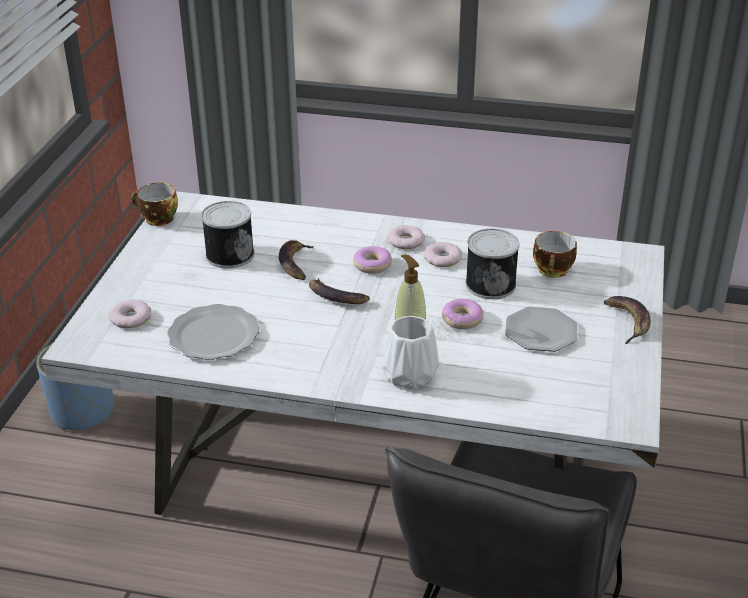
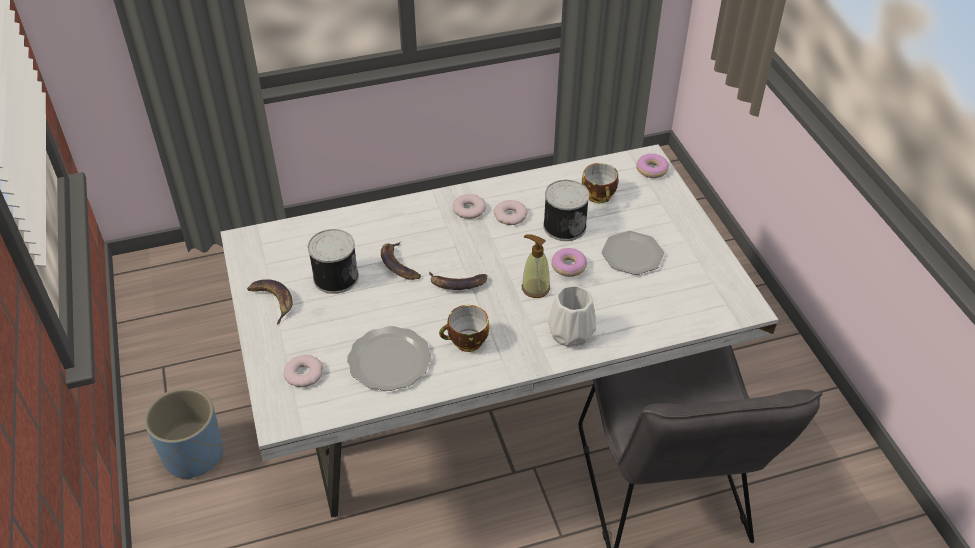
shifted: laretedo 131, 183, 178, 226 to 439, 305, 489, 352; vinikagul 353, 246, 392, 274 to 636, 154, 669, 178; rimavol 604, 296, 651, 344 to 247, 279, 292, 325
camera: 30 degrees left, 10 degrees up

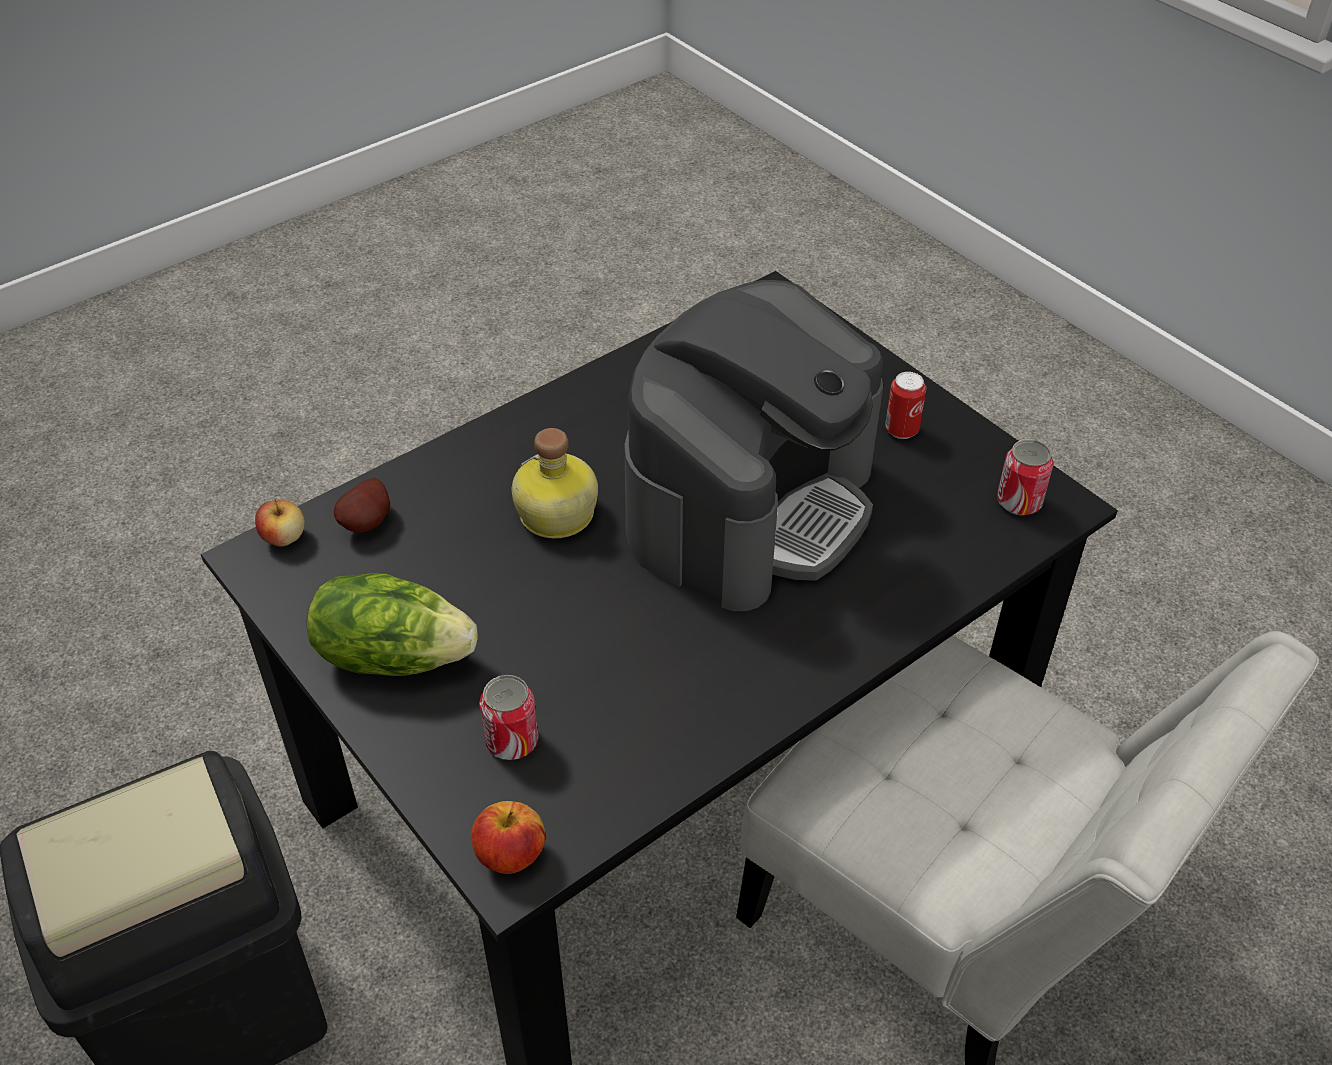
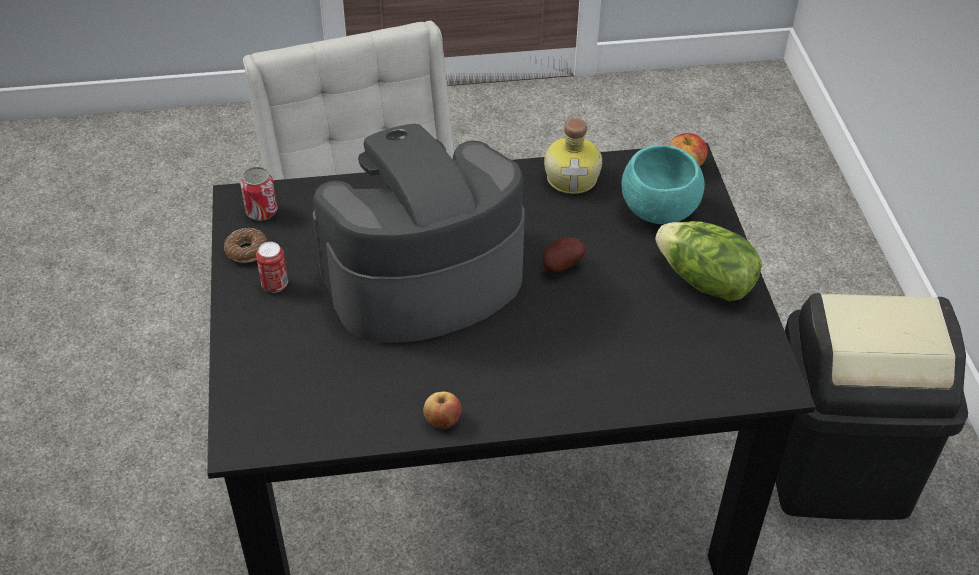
new: vinikagul 224, 228, 268, 263
shifted: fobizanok 255, 499, 305, 547 to 423, 392, 462, 429; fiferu 334, 478, 390, 533 to 543, 238, 586, 273; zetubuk 512, 428, 598, 539 to 544, 118, 602, 194
swapped: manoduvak 479, 675, 538, 760 to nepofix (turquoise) 622, 145, 705, 224
camera: 150 degrees left, 0 degrees up

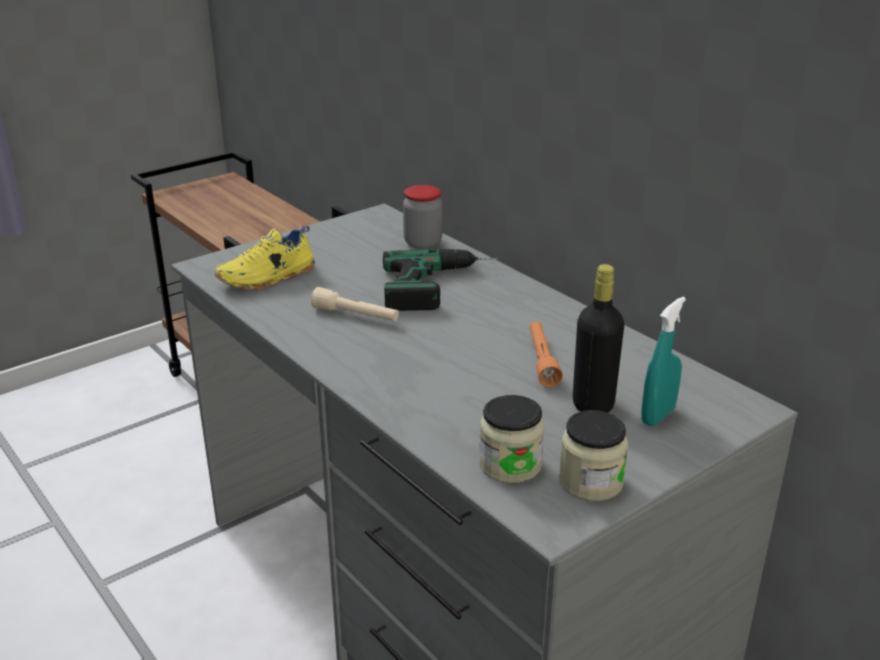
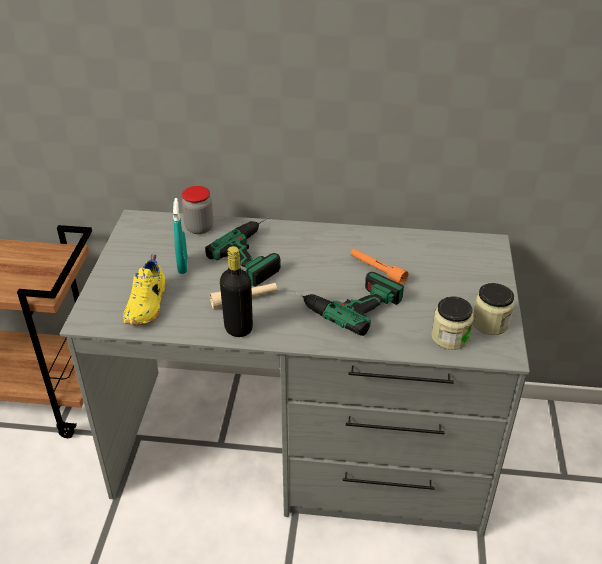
new: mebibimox 291, 272, 404, 336
shifted: zetubuk (black) 573, 264, 624, 412 to 220, 246, 253, 337; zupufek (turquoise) 641, 297, 686, 426 to 173, 198, 188, 274
camera: 45 degrees left, 10 degrees up

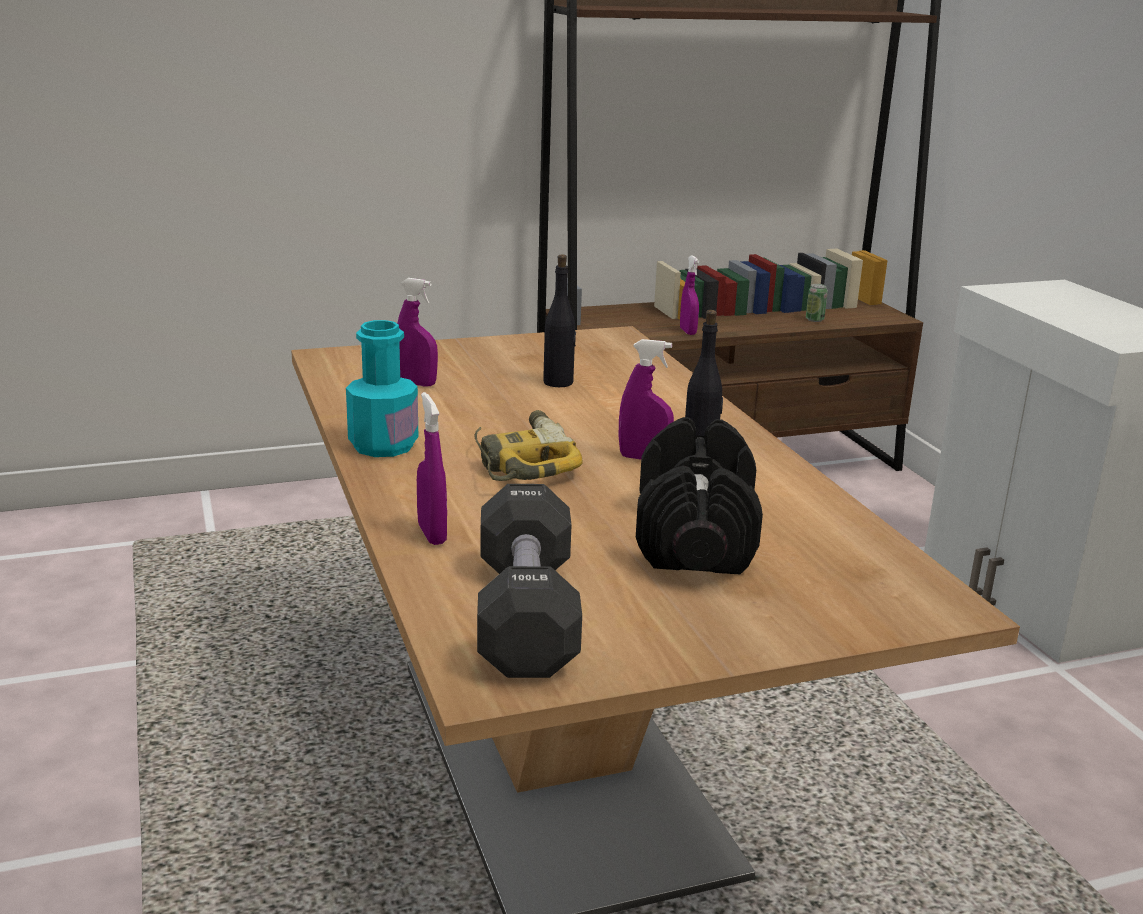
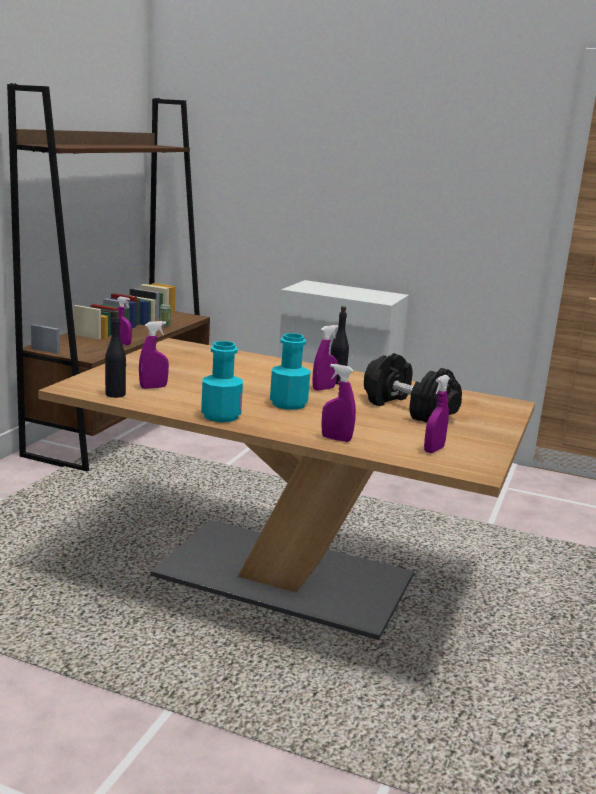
shifted: zetubuk (black) 543, 254, 576, 387 to 105, 310, 126, 398
swapped: mebibimox 474, 410, 583, 481 to zetubuk (turquoise) 270, 333, 310, 410; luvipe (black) 477, 484, 582, 678 to zupufek (purple) 424, 375, 450, 453
camera: 50 degrees left, 5 degrees down

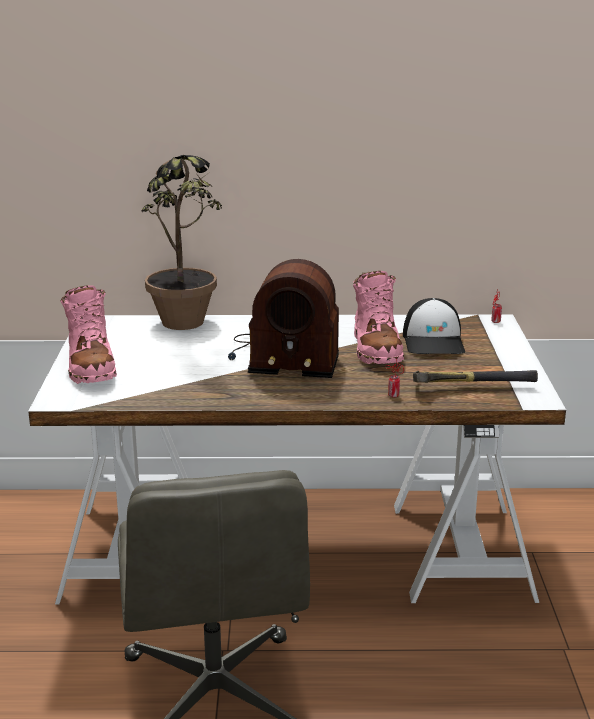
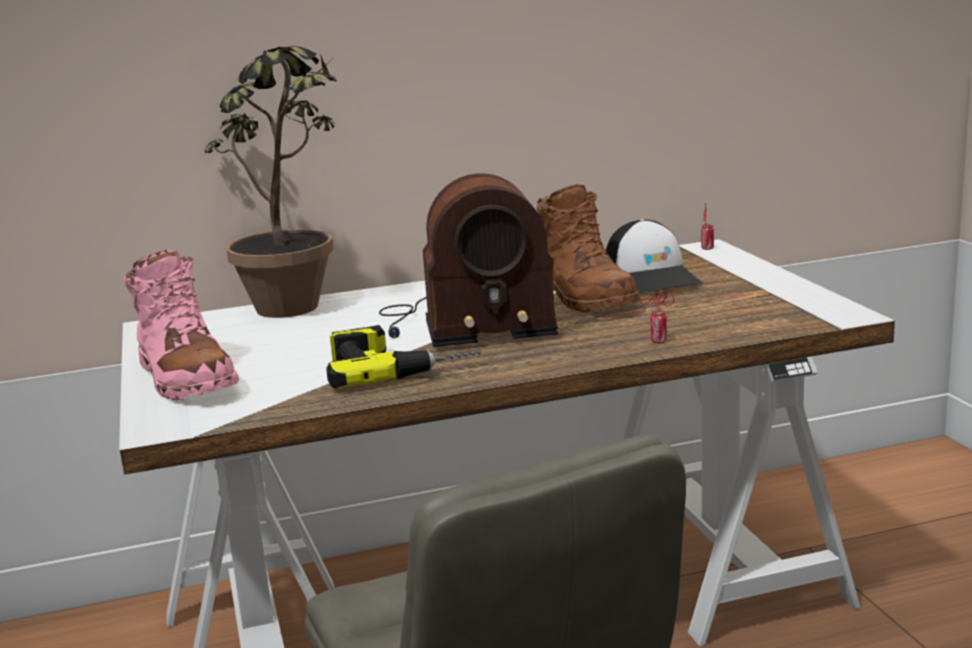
gone: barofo 413, 370, 538, 383
new: mebibimox 326, 325, 482, 388
repainted: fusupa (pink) 353, 271, 404, 364 to fusupa (brown) 536, 184, 640, 313
camera: 15 degrees left, 5 degrees down

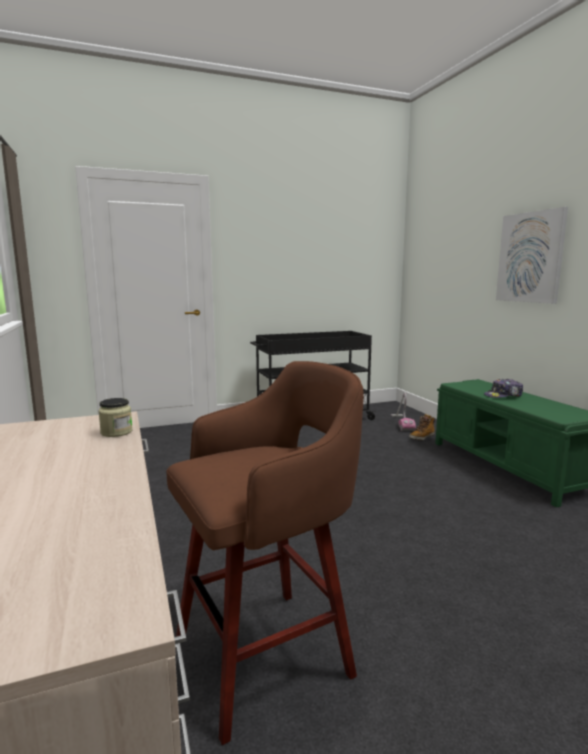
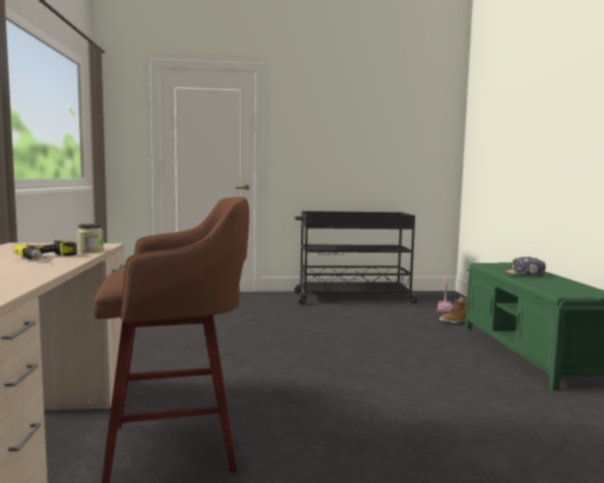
gone: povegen 496, 207, 568, 304
new: mebibimox 14, 240, 77, 259
camera: 15 degrees right, 5 degrees down

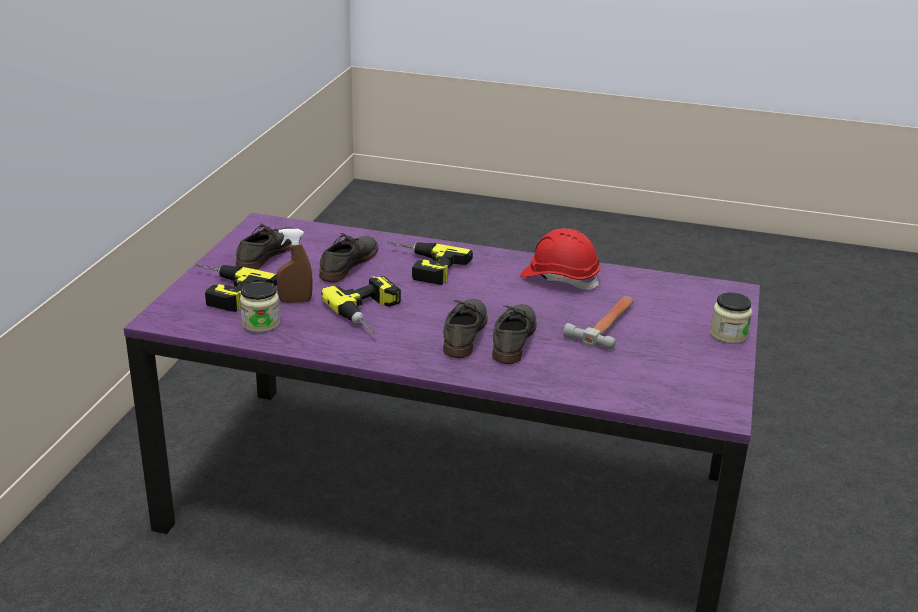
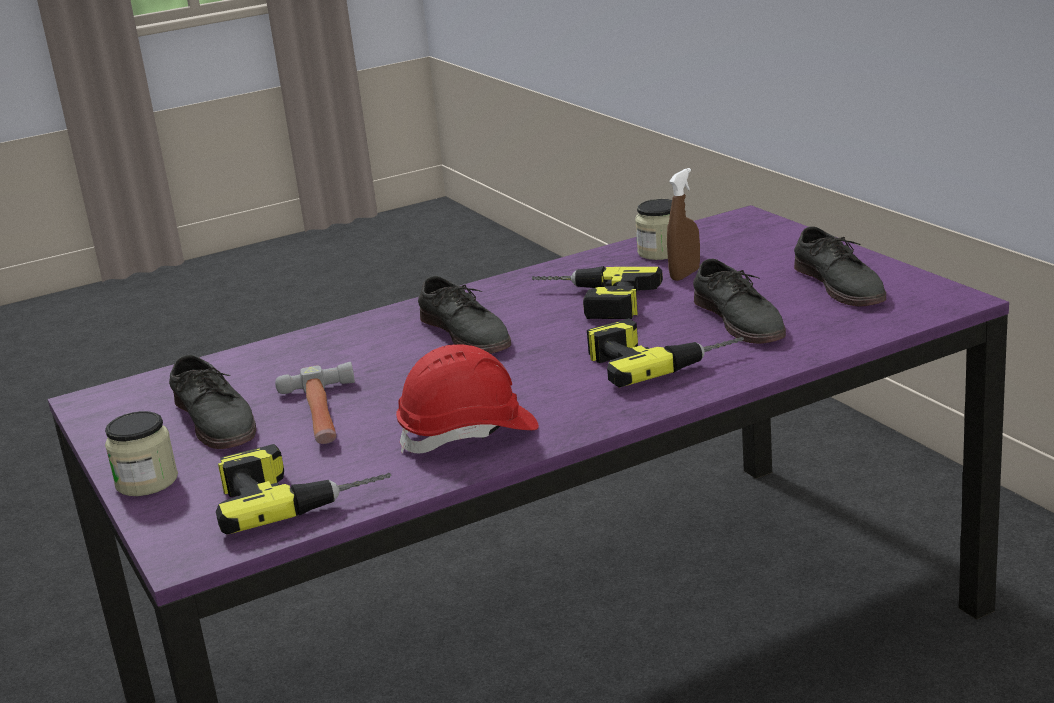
shifted: mebibimox 194, 263, 277, 312 to 216, 444, 391, 534; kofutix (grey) 492, 304, 537, 364 to 169, 355, 256, 449
camera: 140 degrees right, 5 degrees down

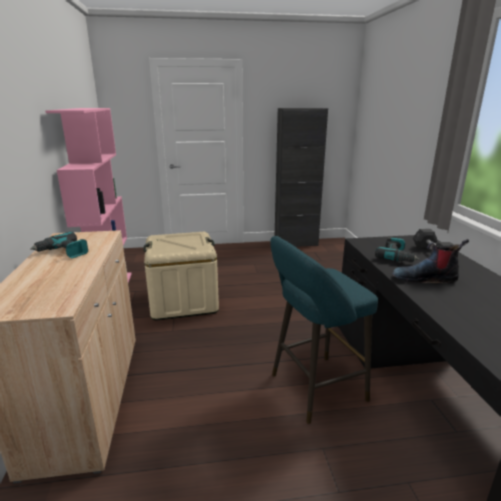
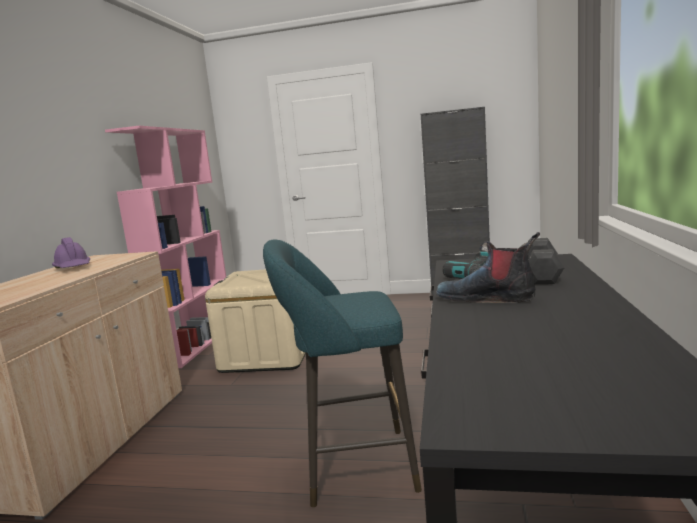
swapped: mebibimox 30, 232, 88, 258 to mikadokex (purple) 52, 237, 90, 268
camera: 20 degrees right, 10 degrees down

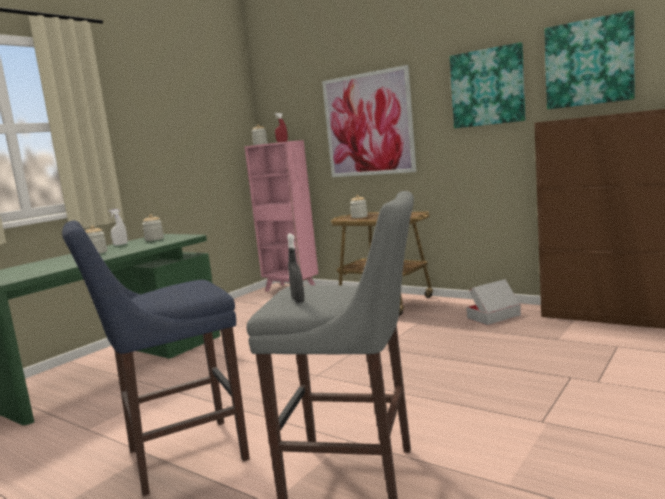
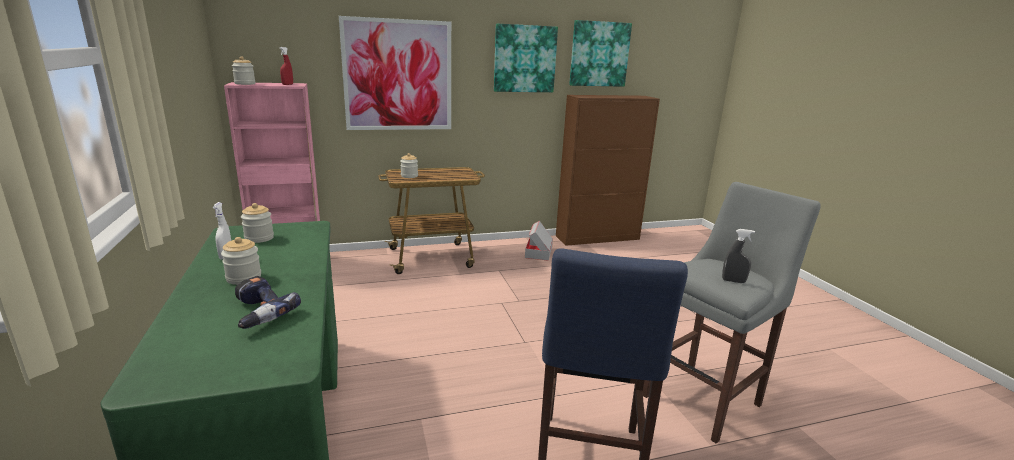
new: mebibimox 235, 276, 301, 329
camera: 55 degrees left, 10 degrees up

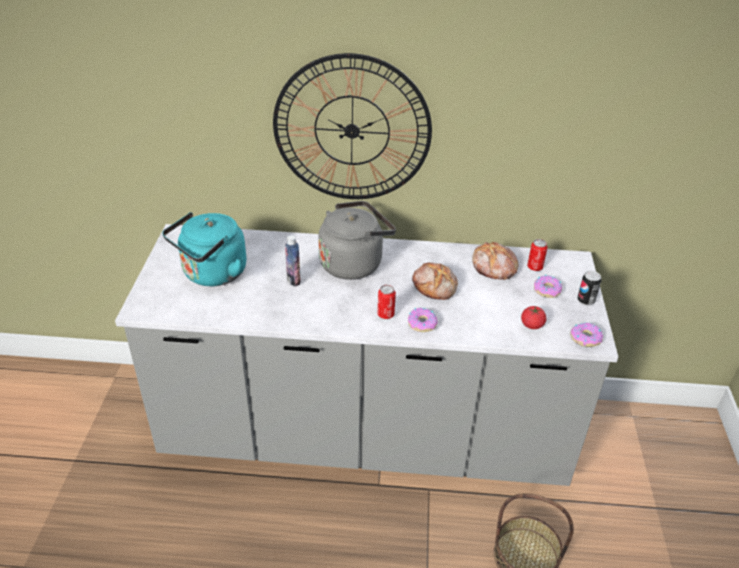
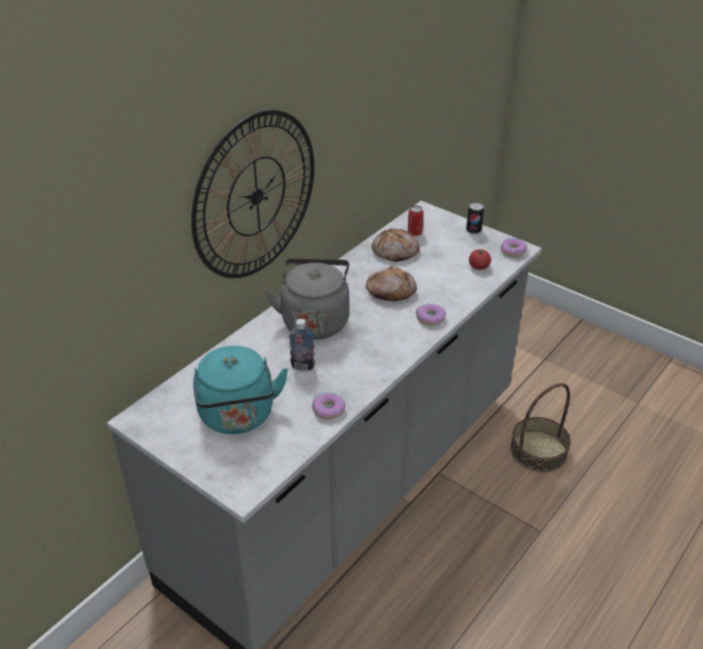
gone: manoduvak 377, 285, 396, 319
shifted: vinikagul 534, 275, 562, 298 to 312, 392, 345, 420
camera: 55 degrees left, 0 degrees up

